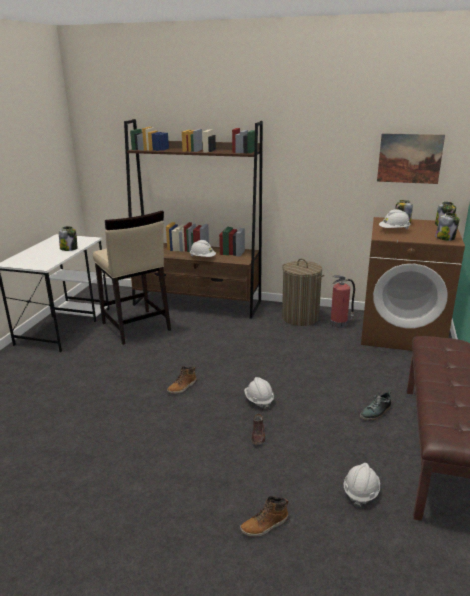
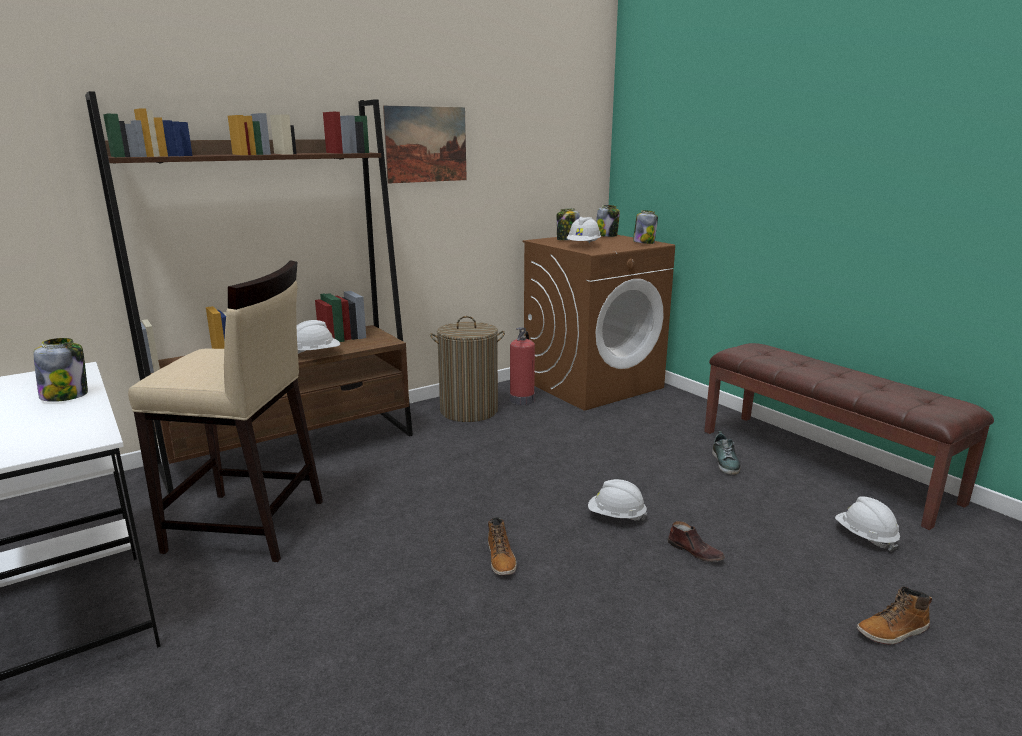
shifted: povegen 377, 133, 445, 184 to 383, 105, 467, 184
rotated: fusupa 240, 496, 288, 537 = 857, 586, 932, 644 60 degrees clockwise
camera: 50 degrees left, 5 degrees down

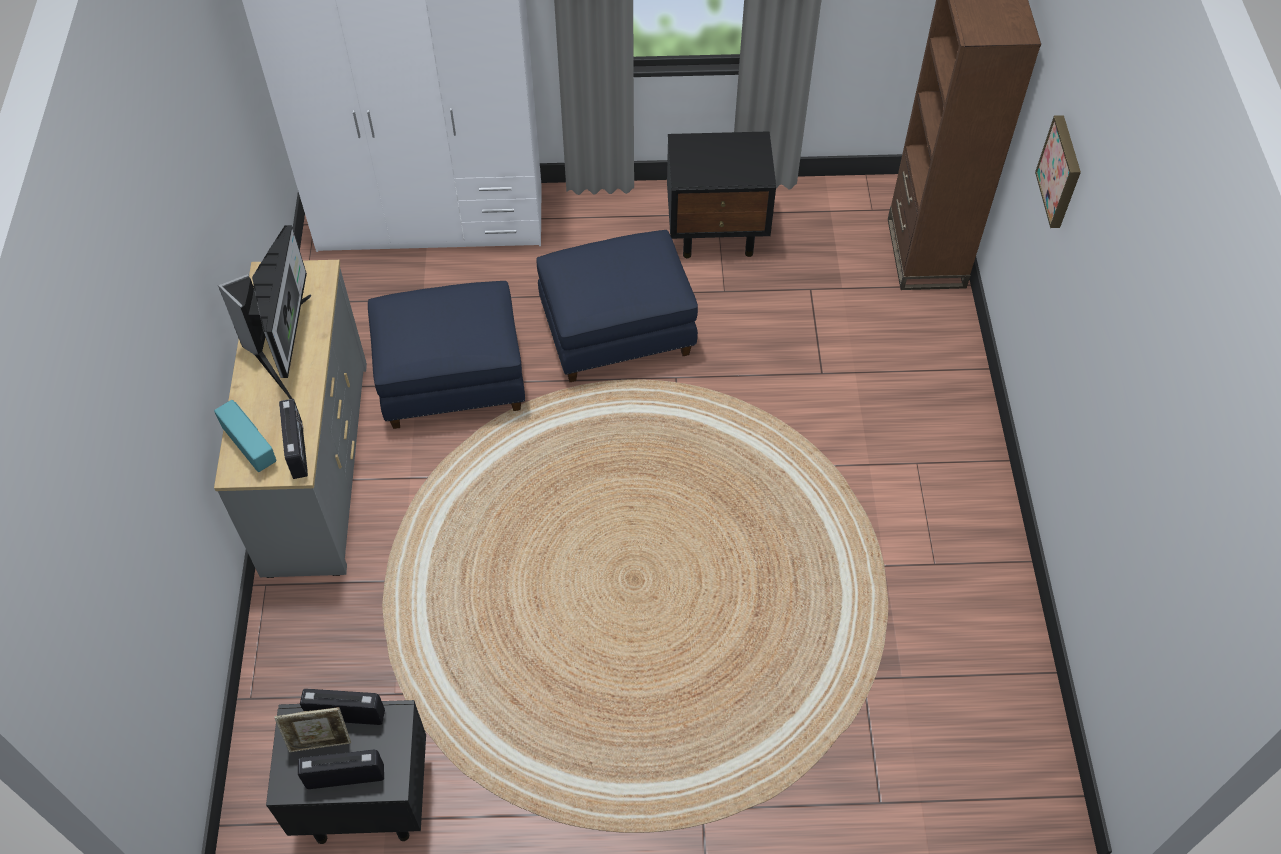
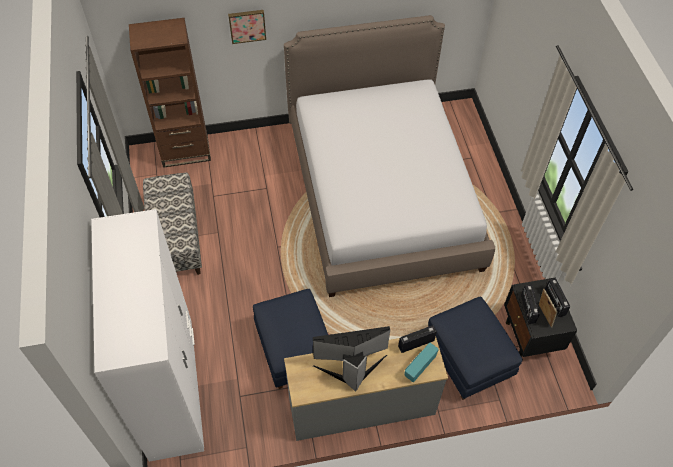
new: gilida 284, 15, 495, 297
shifted: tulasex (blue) 536, 230, 698, 382 to 428, 297, 523, 400
swapped: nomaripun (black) 667, 131, 776, 258 to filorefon 143, 172, 202, 275
camera: 100 degrees left, 0 degrees up

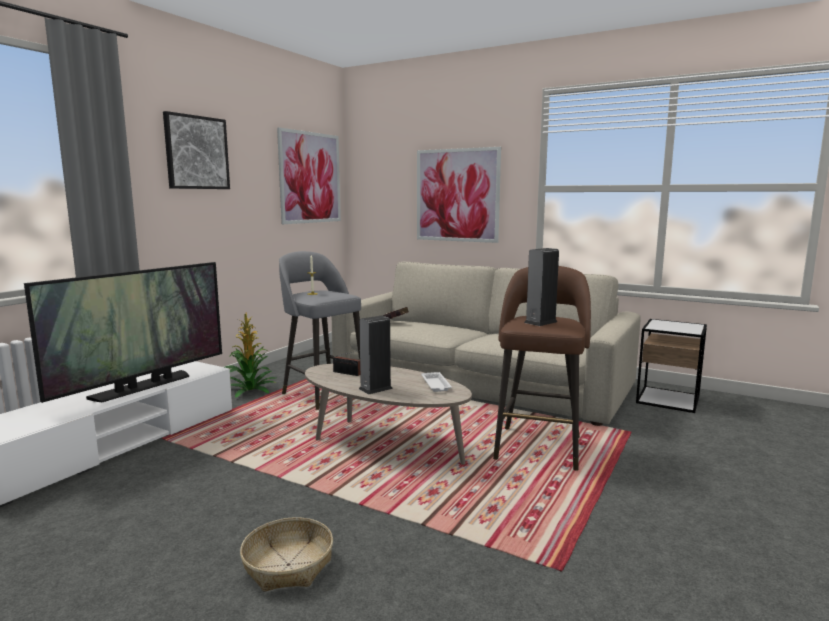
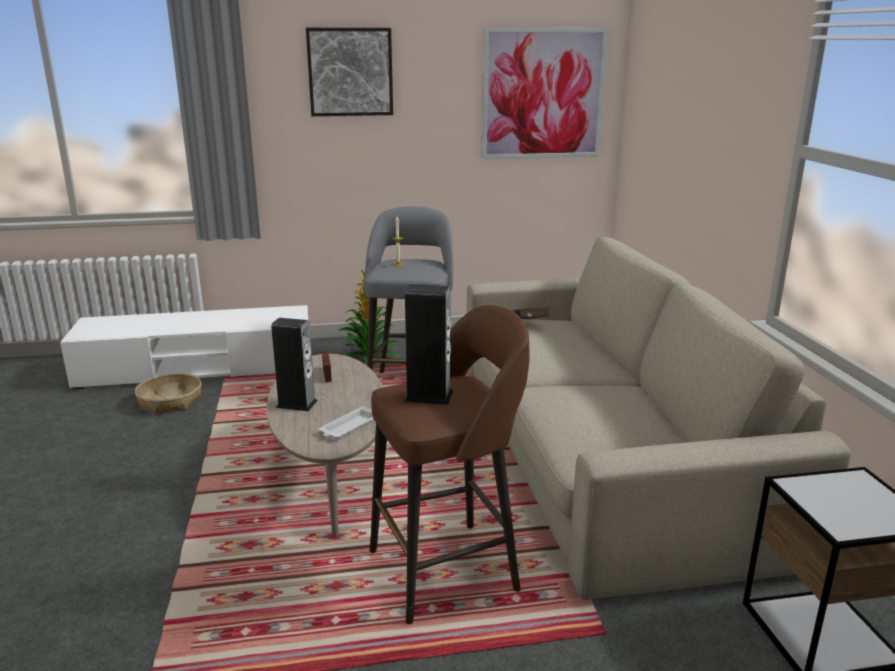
gone: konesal 24, 262, 222, 403; povegen 417, 147, 501, 243
shifted: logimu 240, 517, 333, 592 to 135, 373, 201, 415
camera: 50 degrees right, 10 degrees up

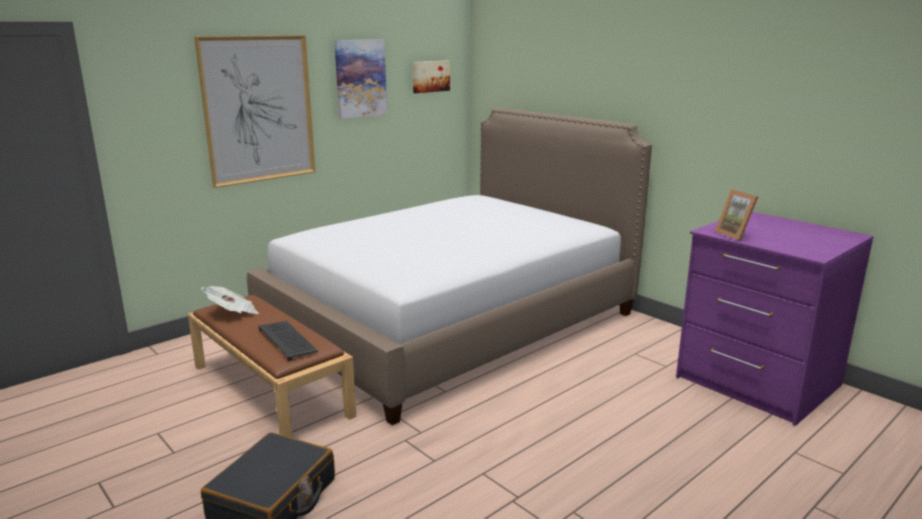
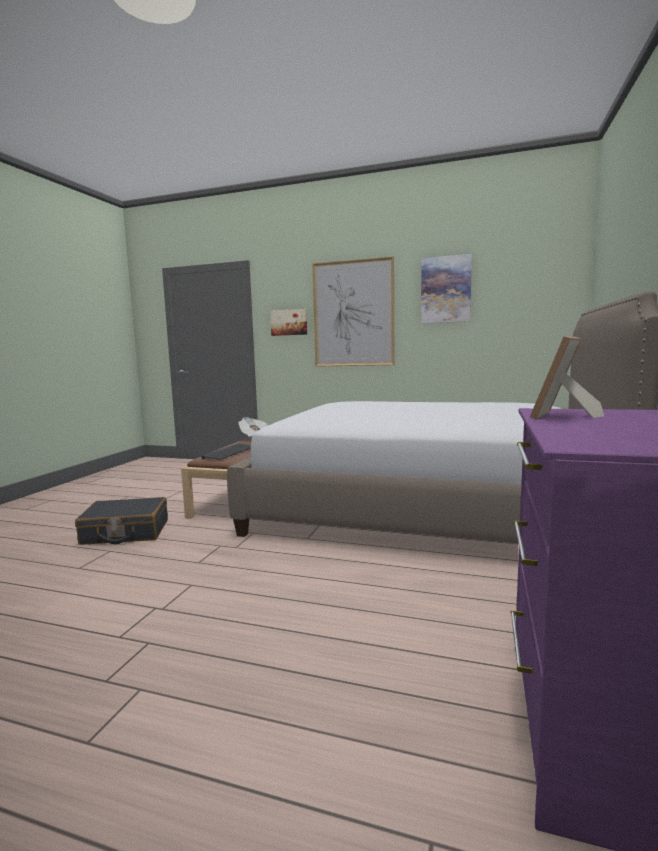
shifted: povegen 413, 61, 450, 93 to 270, 309, 307, 336
camera: 60 degrees right, 10 degrees down

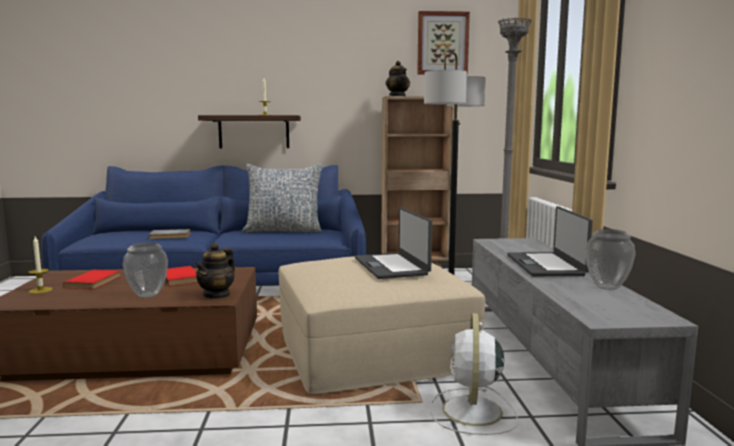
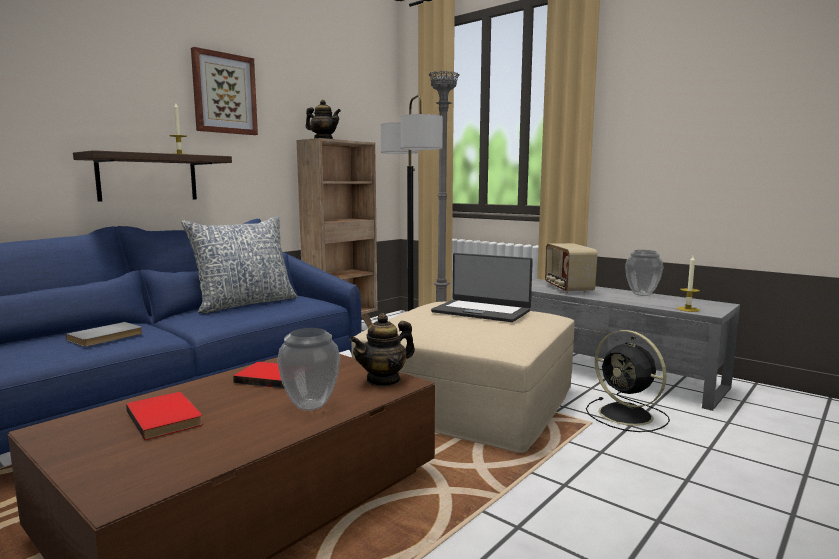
shifted: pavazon 29, 237, 53, 294 to 677, 256, 700, 312; povegen 417, 11, 470, 75 to 191, 47, 258, 135
swapped: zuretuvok 507, 206, 593, 276 to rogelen 545, 243, 597, 293
repainted: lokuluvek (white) 430, 313, 518, 435 to lokuluvek (black) 586, 330, 670, 432
rotated: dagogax 194, 243, 235, 299 = 349, 313, 415, 387 75 degrees clockwise
camera: 45 degrees left, 0 degrees up

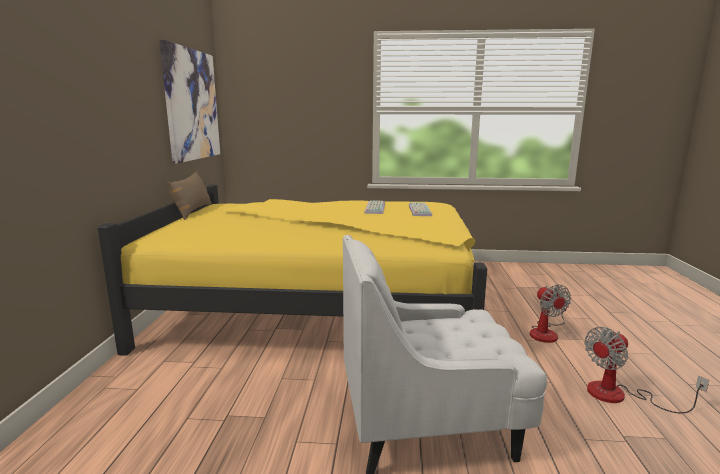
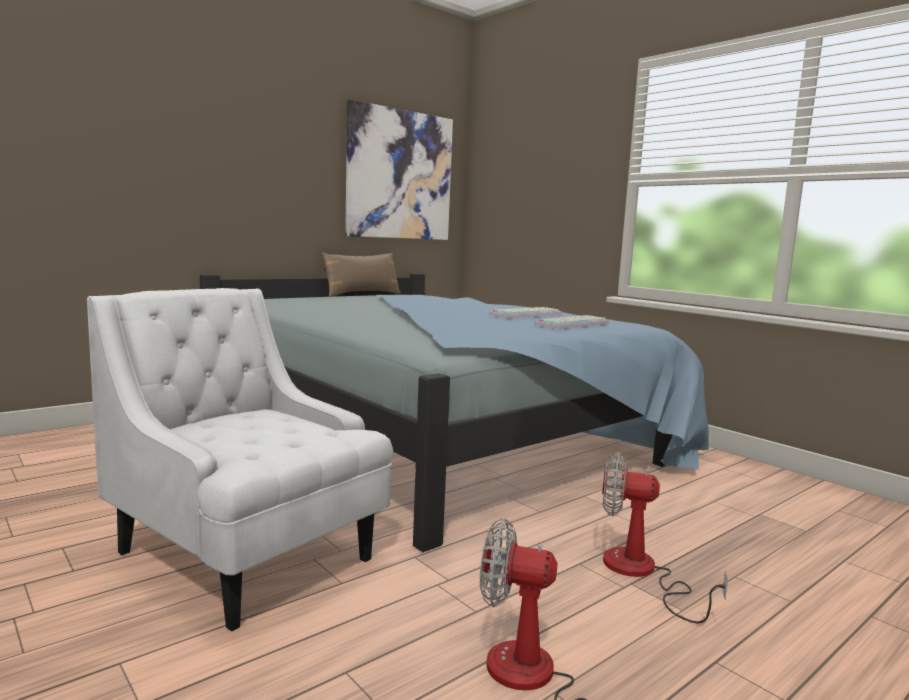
repainted: gilida (yellow) 98, 185, 487, 356 to gilida (blue) 200, 273, 709, 552
rotated: lokuluvek 530, 284, 571, 343 = 602, 452, 728, 623 75 degrees clockwise
camera: 45 degrees right, 5 degrees down

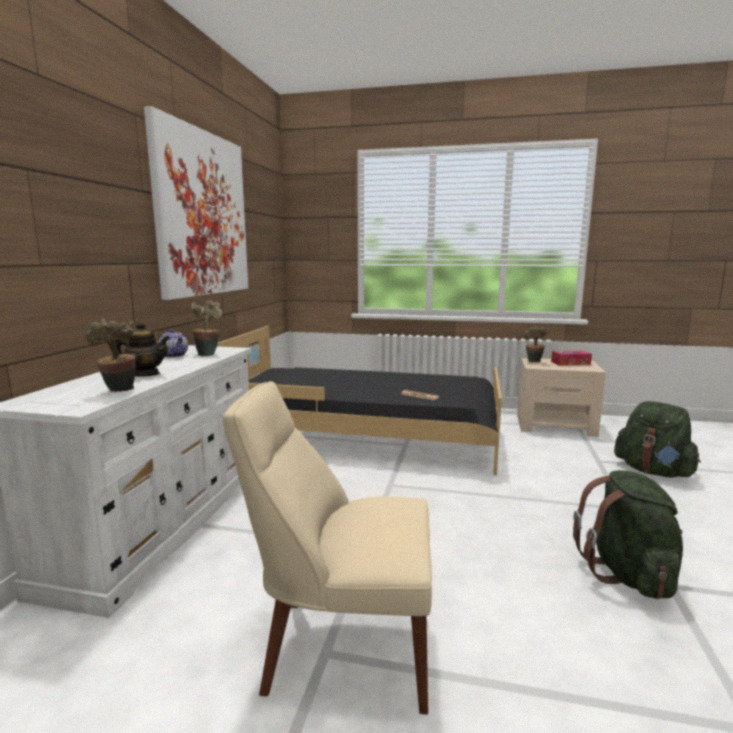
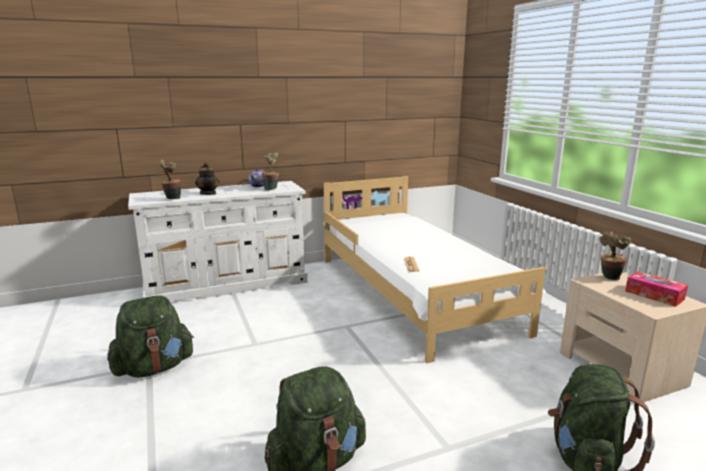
gone: povegen 144, 106, 248, 300
swapped: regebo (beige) 223, 381, 432, 714 to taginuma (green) 107, 295, 194, 378
repainted: gilida (black) 217, 326, 502, 475 to gilida (white) 323, 176, 547, 364
camera: 55 degrees right, 5 degrees up

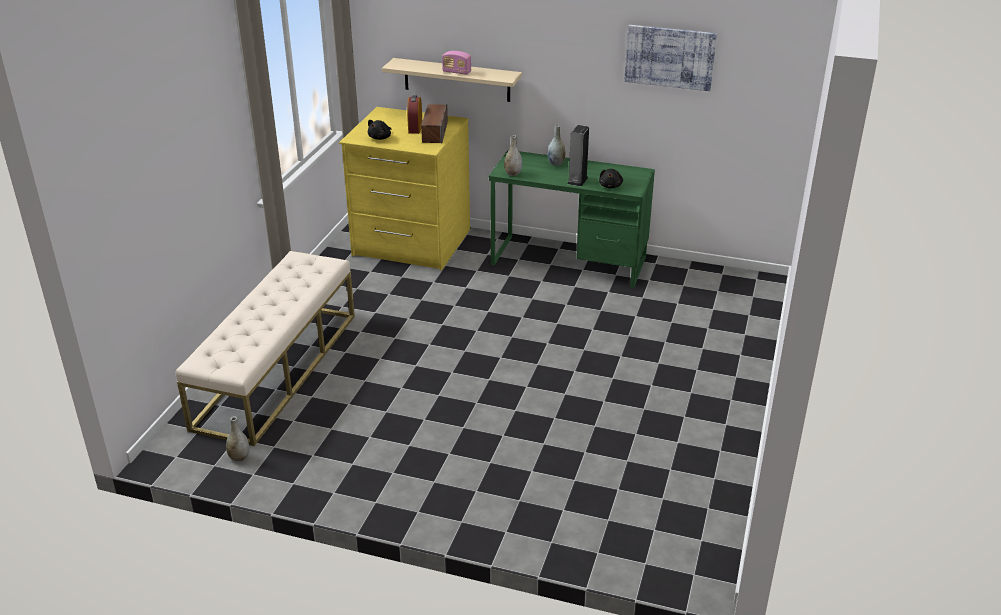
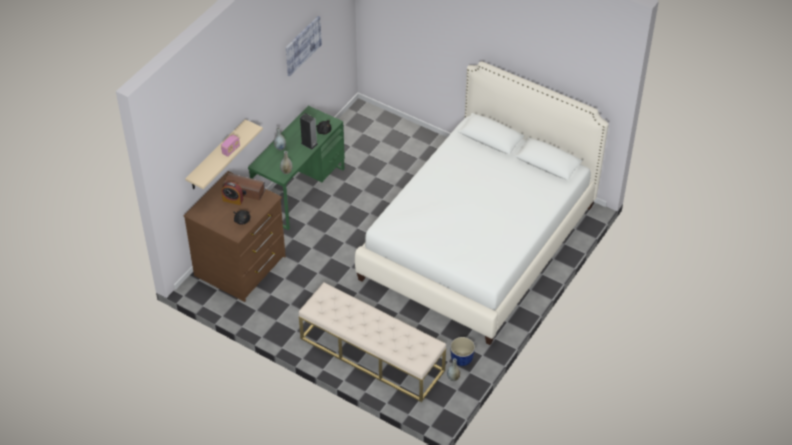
new: gilida (white) 355, 62, 609, 345; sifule 450, 337, 475, 366
repainted: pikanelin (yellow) 339, 107, 470, 271 to pikanelin (brown) 184, 171, 286, 302
camera: 75 degrees left, 15 degrees up

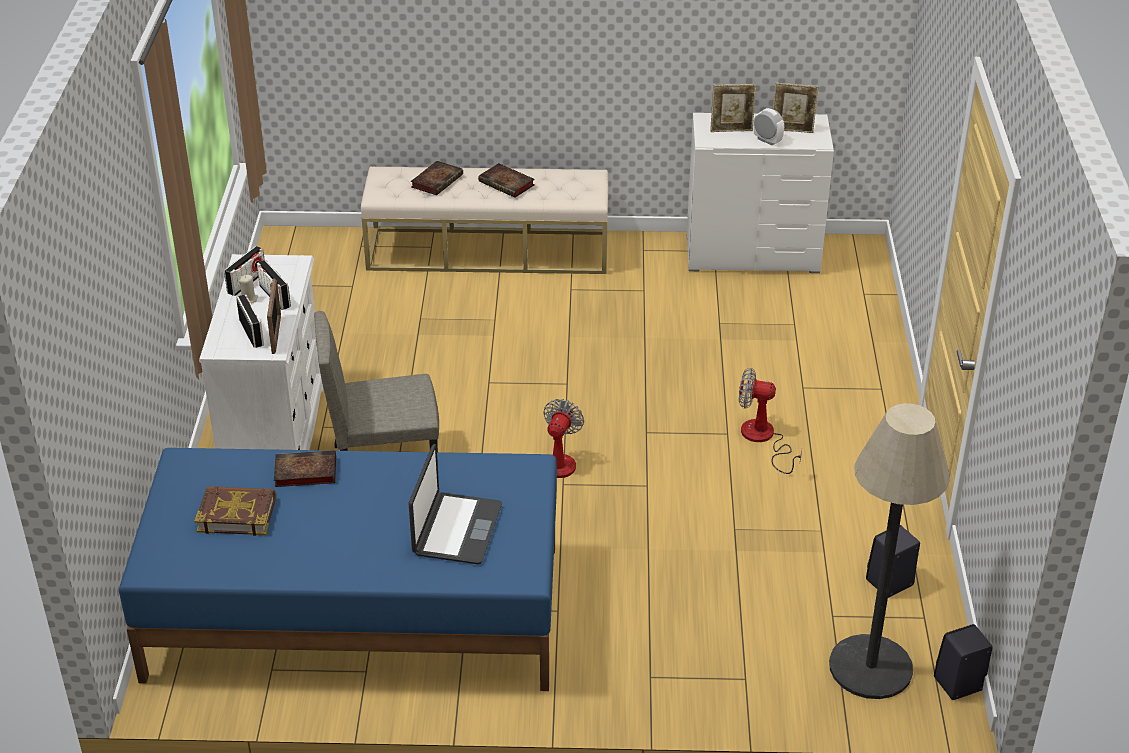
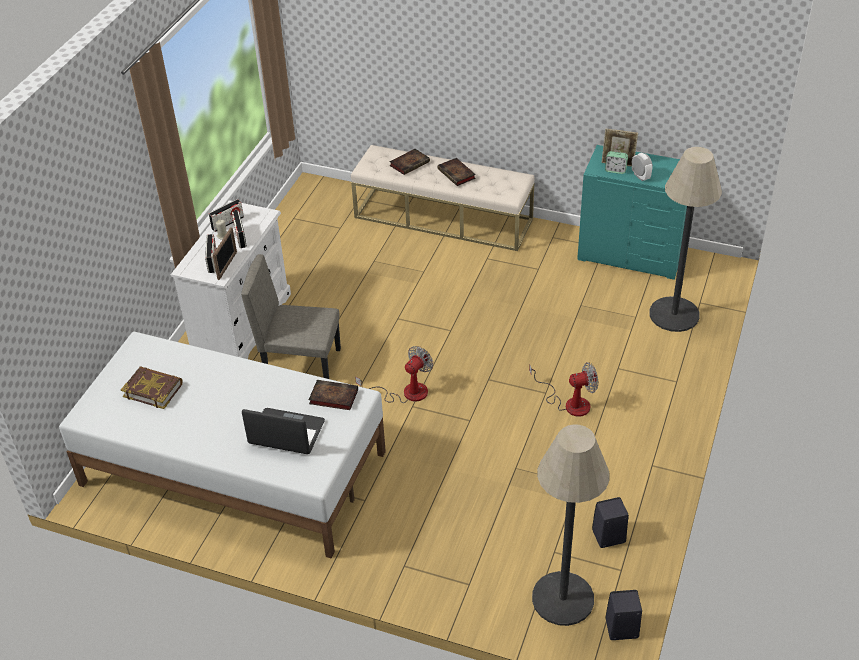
gone: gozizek 773, 83, 819, 133
new: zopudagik 605, 151, 628, 174; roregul 649, 147, 722, 332
shifted: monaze 274, 450, 336, 487 to 309, 380, 358, 410
repainted: gilida (blue) 119, 448, 557, 691 to gilida (white) 59, 332, 386, 558; pikanelin (white) 687, 113, 834, 273 to pikanelin (turquoise) 577, 145, 687, 280
rotated: zuretuvok 408, 444, 502, 564 = 242, 408, 325, 454 105 degrees counterclockwise; lokuluvek 739, 368, 802, 474 = 529, 362, 598, 417 135 degrees clockwise
camera: 20 degrees right, 5 degrees up

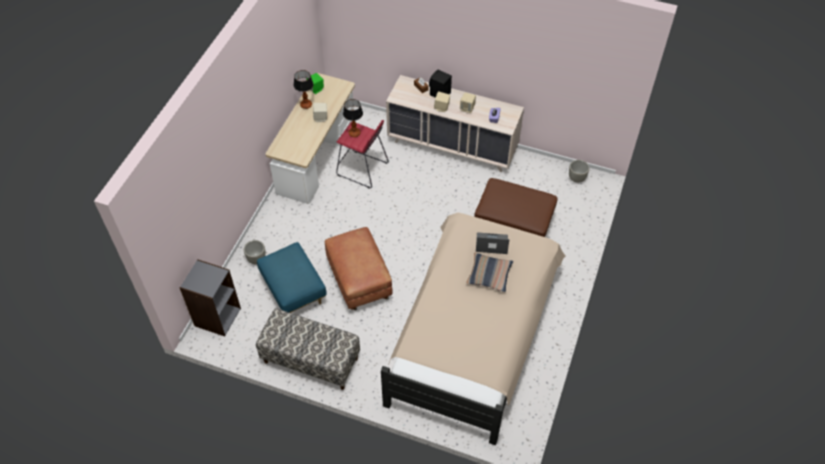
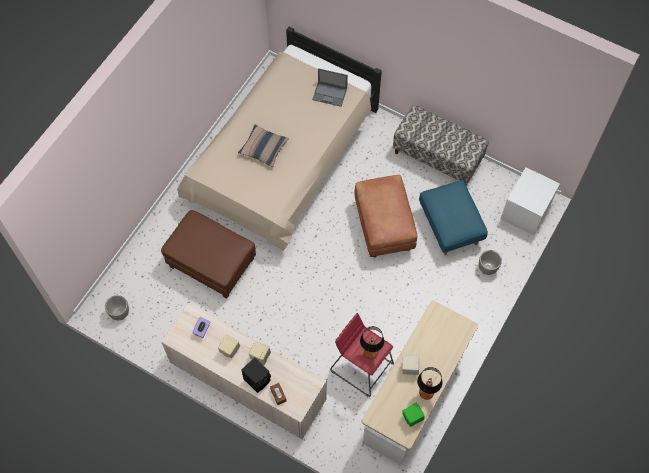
shifted: zuretuvok 476, 232, 510, 254 to 312, 68, 348, 107
swapped: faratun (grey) 180, 259, 241, 336 to nomaripun (white) 501, 167, 560, 236
camera: 170 degrees left, 10 degrees up

